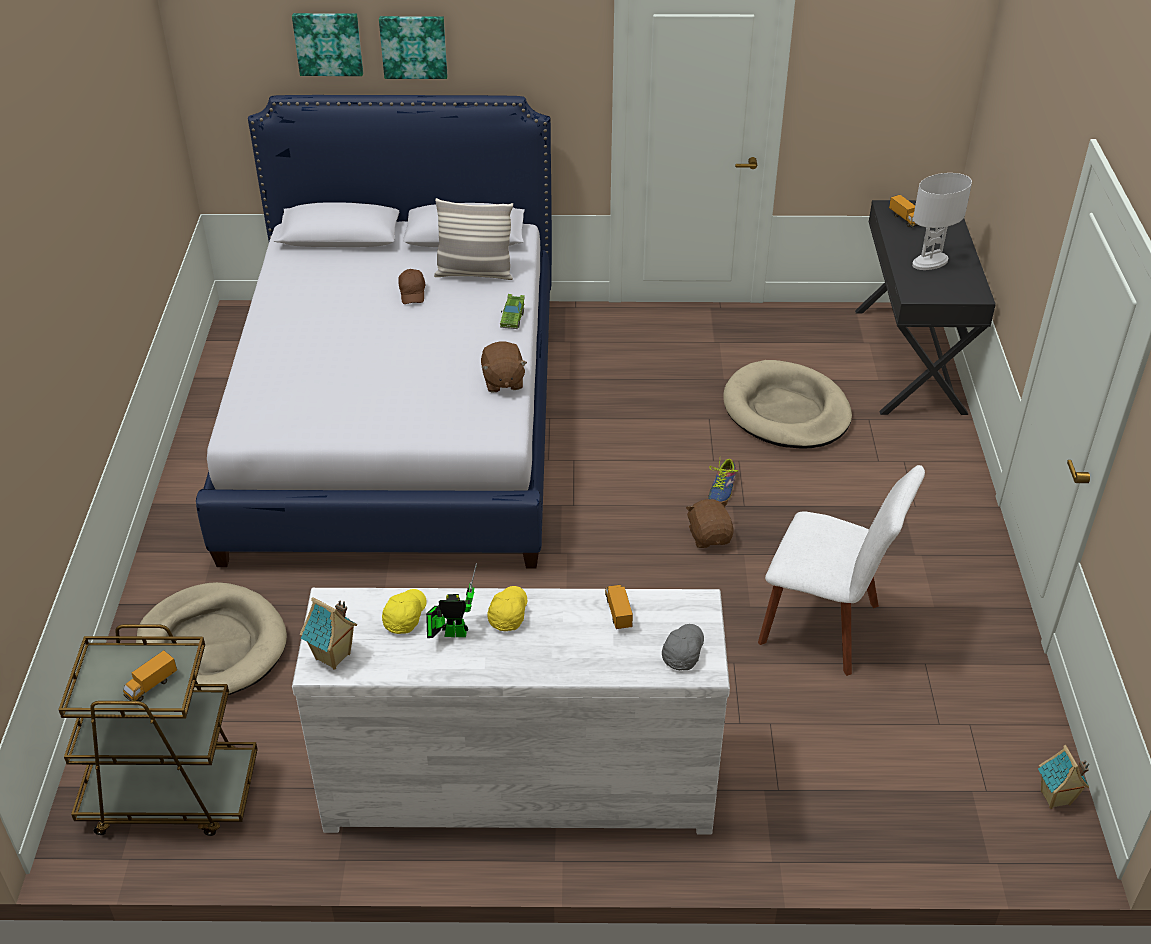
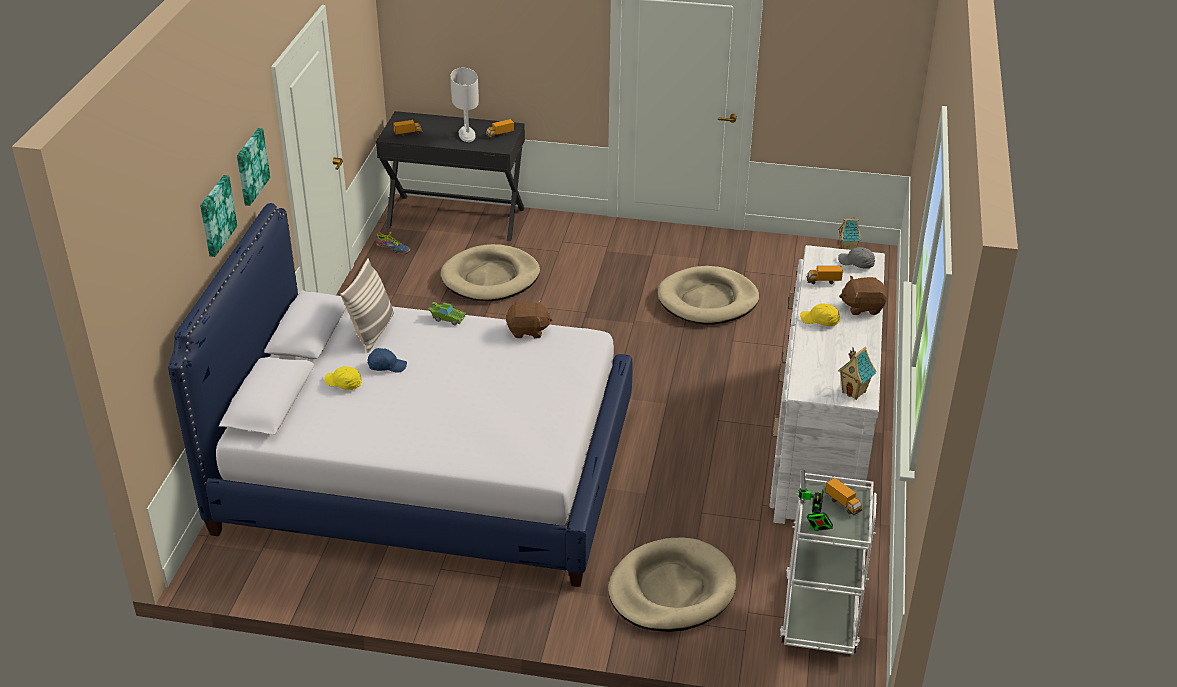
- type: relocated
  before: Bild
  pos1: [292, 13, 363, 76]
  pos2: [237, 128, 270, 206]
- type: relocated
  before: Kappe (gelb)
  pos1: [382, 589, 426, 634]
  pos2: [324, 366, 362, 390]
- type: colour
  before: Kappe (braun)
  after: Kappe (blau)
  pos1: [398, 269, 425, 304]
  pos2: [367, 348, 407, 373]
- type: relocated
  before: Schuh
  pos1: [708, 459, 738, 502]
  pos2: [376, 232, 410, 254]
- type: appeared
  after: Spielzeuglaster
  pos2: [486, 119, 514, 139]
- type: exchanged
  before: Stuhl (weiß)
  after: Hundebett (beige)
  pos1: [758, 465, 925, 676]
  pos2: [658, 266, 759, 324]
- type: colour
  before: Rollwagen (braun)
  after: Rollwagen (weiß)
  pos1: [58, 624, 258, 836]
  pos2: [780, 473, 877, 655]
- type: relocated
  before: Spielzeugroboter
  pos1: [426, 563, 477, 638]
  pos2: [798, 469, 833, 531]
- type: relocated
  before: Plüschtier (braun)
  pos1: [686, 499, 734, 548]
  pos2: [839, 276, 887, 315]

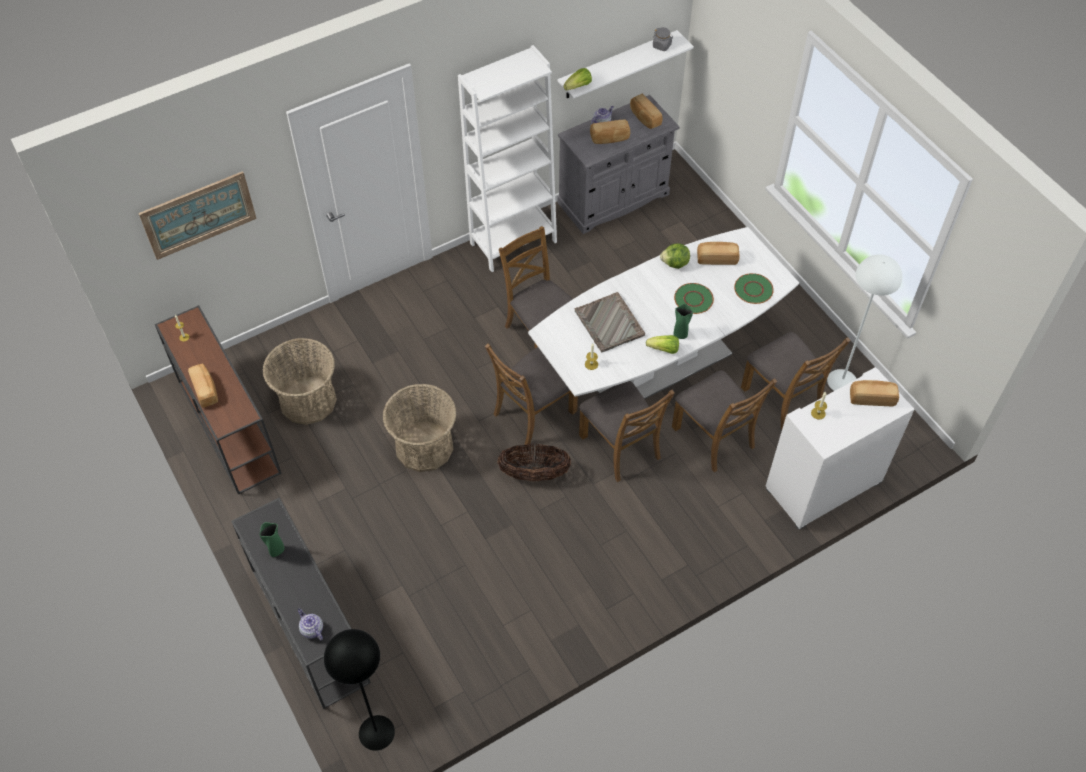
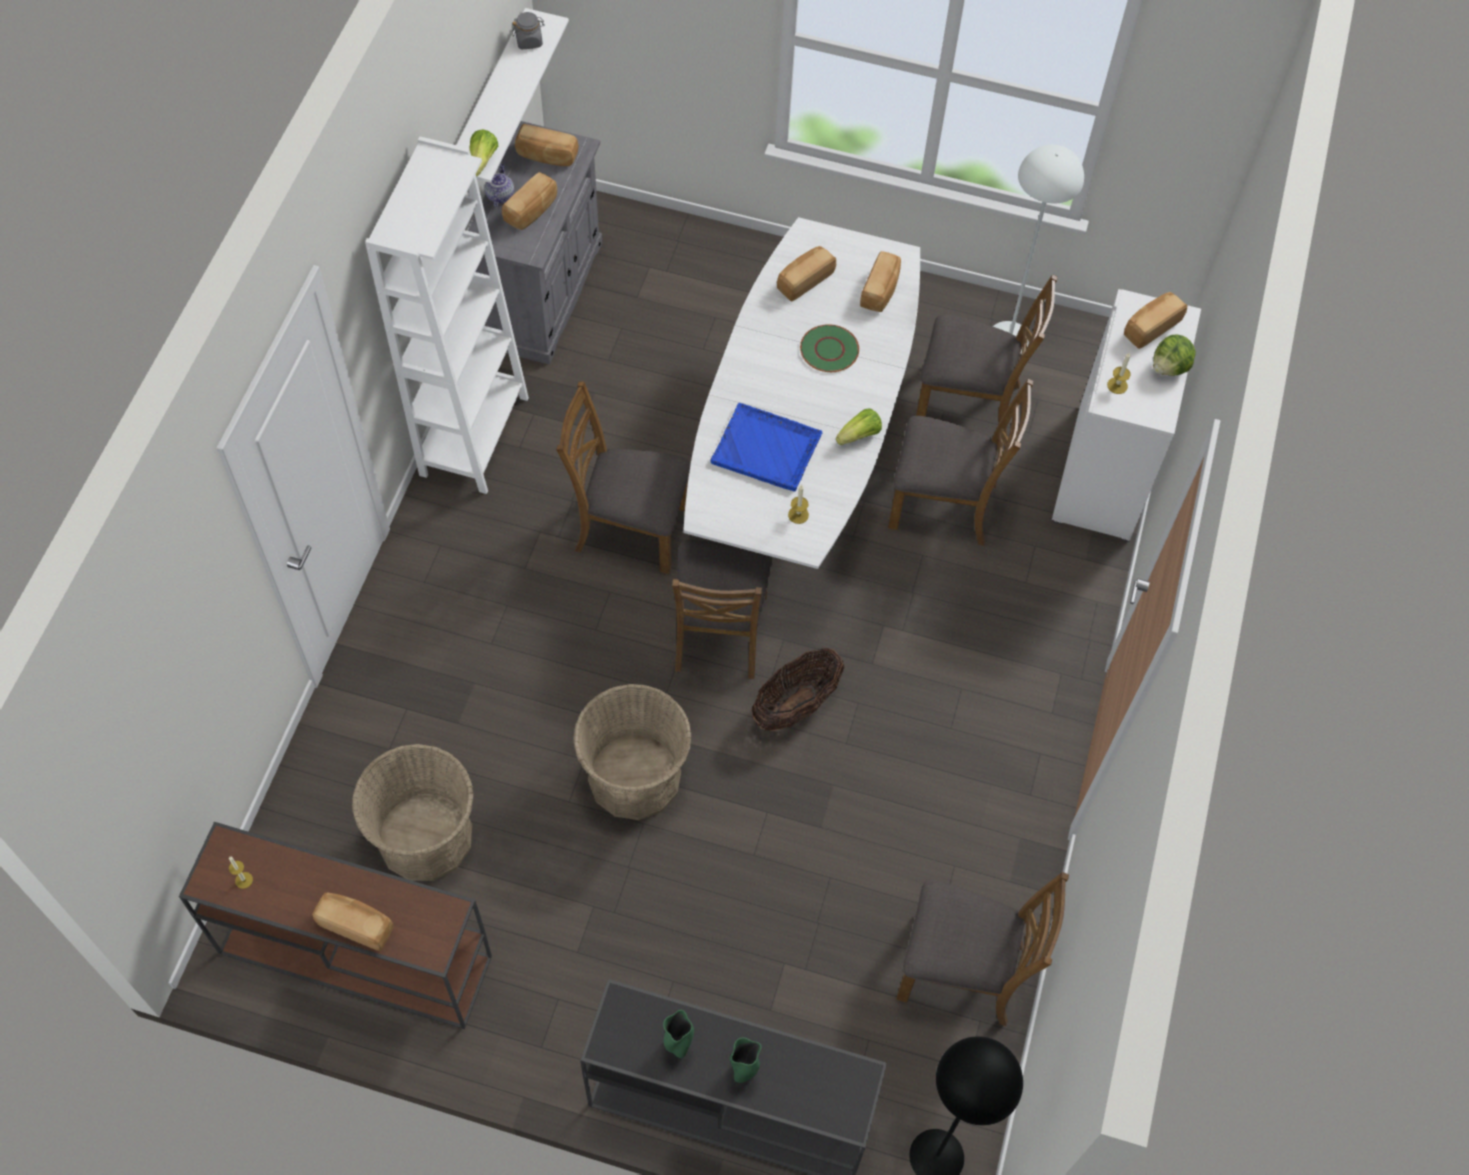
- type: colour
  before: Tablett (grau)
  after: Tablett (blau)
  pos1: [575, 292, 645, 352]
  pos2: [710, 403, 822, 492]
- type: relocated
  before: Vase (grün)
  pos1: [673, 304, 693, 339]
  pos2: [729, 1037, 762, 1083]
- type: exchanged
  before: Teller (grün)
  after: Brot
  pos1: [734, 273, 774, 304]
  pos2: [860, 251, 901, 312]
- type: relocated
  before: Stuhl (braun)
  pos1: [579, 381, 675, 482]
  pos2: [896, 872, 1069, 1026]
- type: relocated
  before: Salatkopf
  pos1: [660, 243, 690, 269]
  pos2: [1153, 335, 1196, 376]
- type: missing
  before: Bild
  pos1: [138, 171, 257, 260]
- type: missing
  before: Teekanne
  pos1: [298, 608, 323, 640]

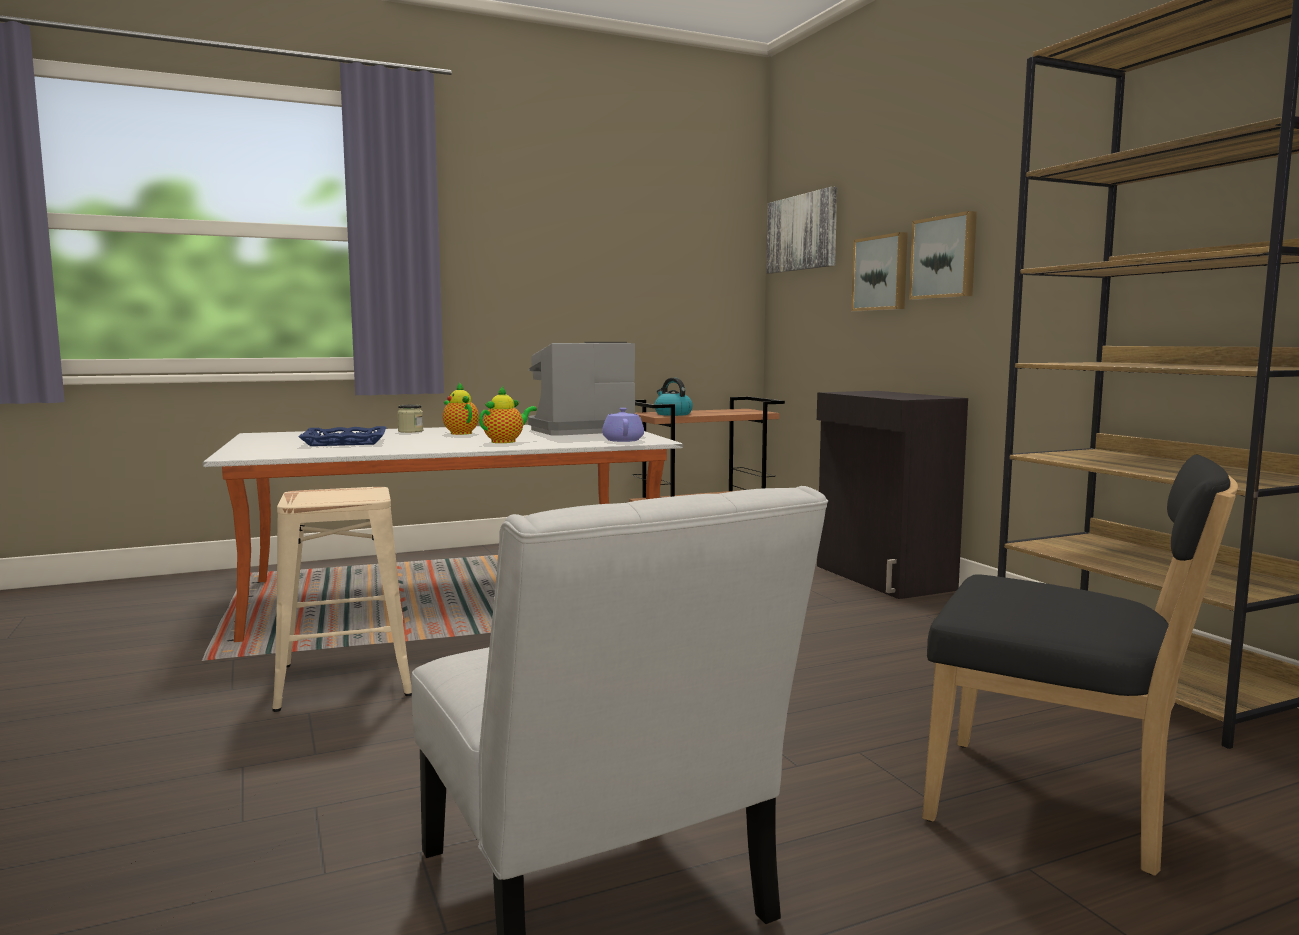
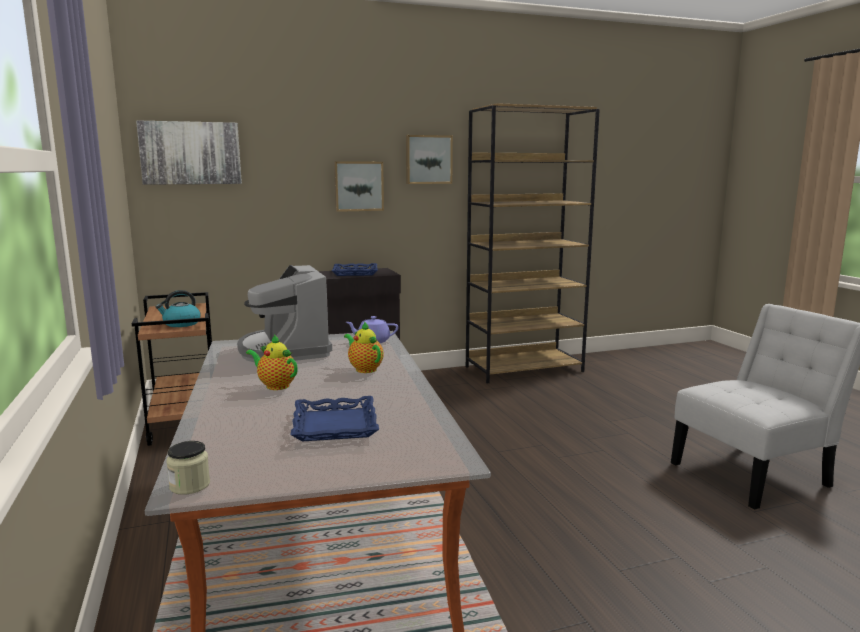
- type: relocated
  before: Vorratsglas
  pos1: [397, 405, 423, 433]
  pos2: [167, 441, 210, 495]
- type: spun
  before: Teekanne
  pos1: [442, 382, 479, 435]
  pos2: [246, 334, 298, 390]
  turn: 60
- type: appeared
  after: Tablett (blau)
  pos2: [332, 263, 378, 276]
- type: relocated
  before: Bild
  pos1: [851, 232, 908, 311]
  pos2: [406, 135, 453, 184]
- type: missing
  before: Hocker (beige)
  pos1: [272, 487, 412, 712]
- type: missing
  before: Stuhl (schwarz)
  pos1: [922, 455, 1238, 876]

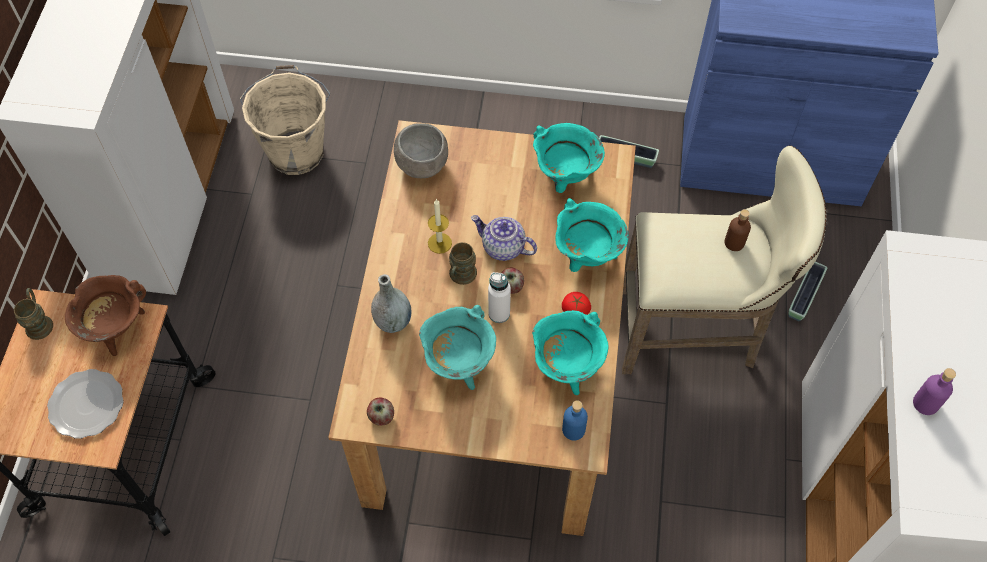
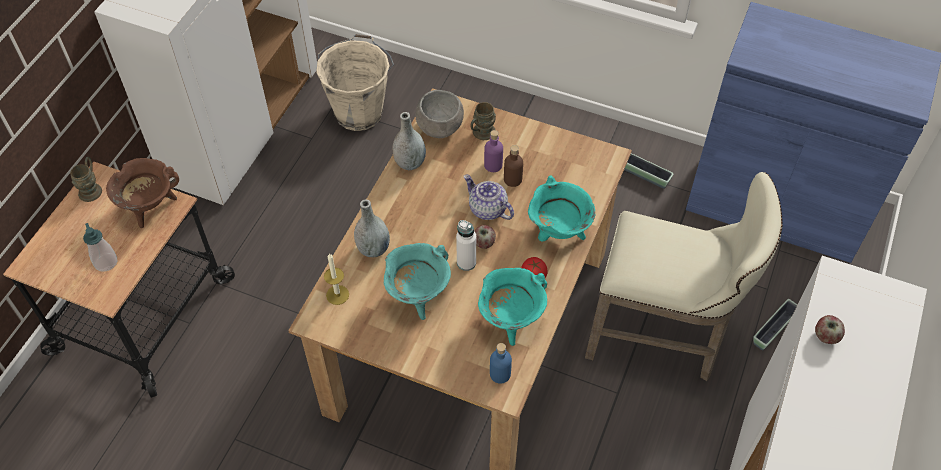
- type: exchanged
  before: Teller
  after: Seifenspender
  pos1: [47, 369, 124, 439]
  pos2: [83, 223, 118, 272]
- type: relocated
  before: Kerze
  pos1: [428, 199, 452, 254]
  pos2: [324, 253, 349, 305]
- type: appeared
  after: Vase (grau)
  pos2: [392, 112, 426, 170]
- type: relocated
  before: Henkelbecher (braun)
  pos1: [449, 242, 477, 285]
  pos2: [471, 102, 496, 140]
- type: relocated
  before: Flasche (lila)
  pos1: [913, 368, 956, 415]
  pos2: [484, 130, 503, 172]
- type: relocated
  before: Flasche (braun)
  pos1: [724, 209, 751, 251]
  pos2: [504, 145, 523, 187]
- type: relocated
  before: Apfel
  pos1: [367, 398, 394, 426]
  pos2: [815, 315, 845, 344]
- type: missing
  before: Kochtopf (türkis)
  pos1: [533, 123, 605, 193]

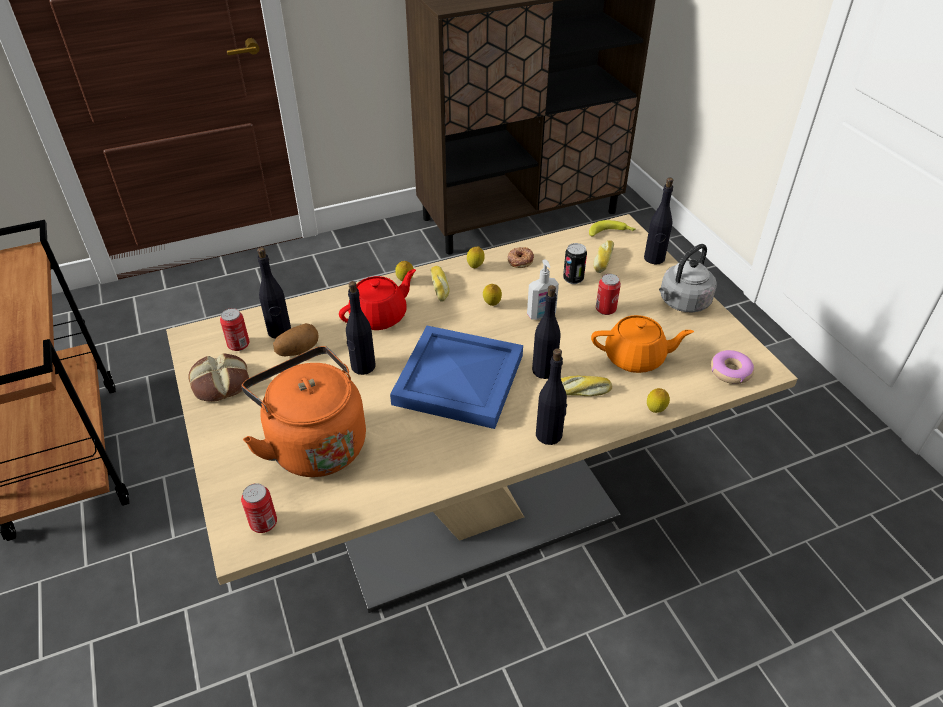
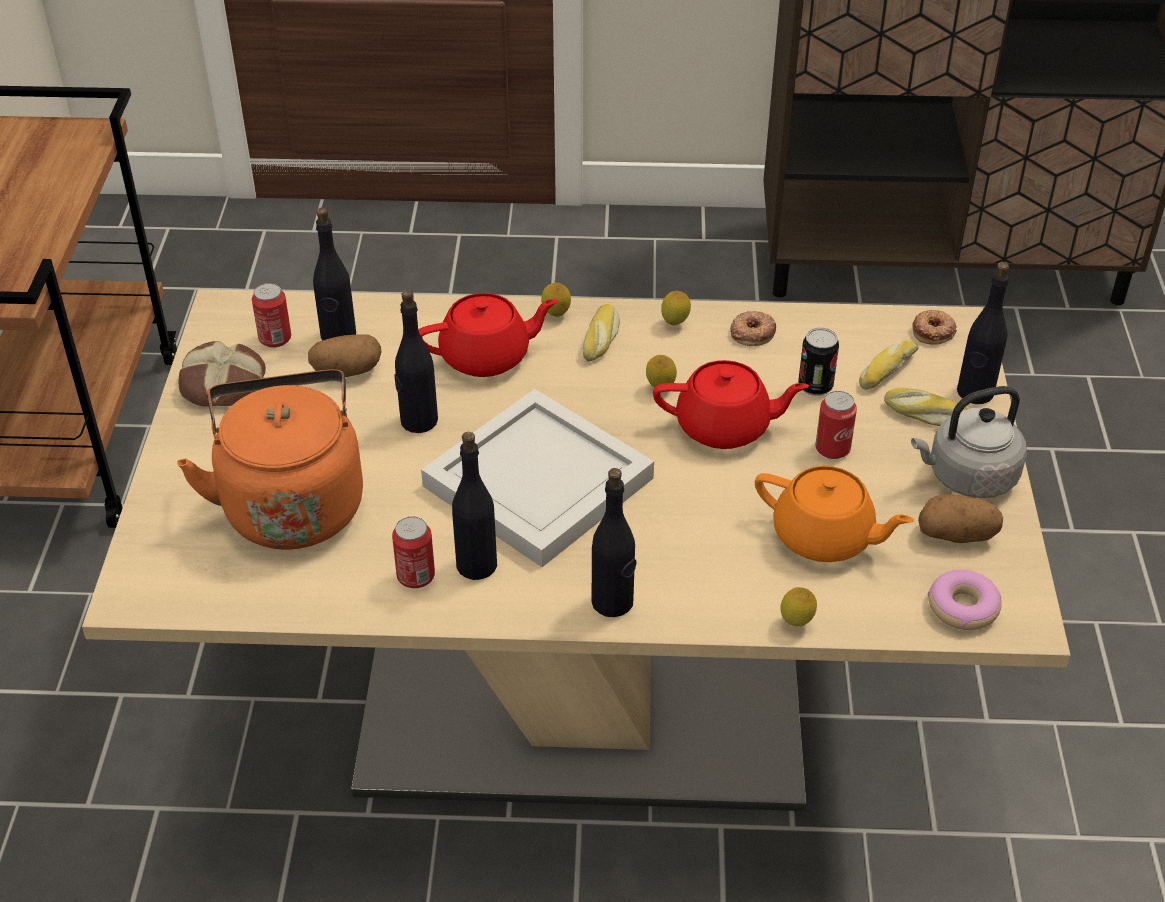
- type: relocated
  before: Dose
  pos1: [241, 483, 277, 533]
  pos2: [392, 517, 435, 588]
- type: colour
  before: Tablett (blau)
  after: Tablett (weiß)
  pos1: [390, 326, 523, 429]
  pos2: [421, 389, 654, 567]
- type: relocated
  before: Flasche (schwarz)
  pos1: [532, 285, 561, 379]
  pos2: [452, 432, 497, 580]
- type: exchanged
  before: Seifenspender
  after: Teekanne (rot)
  pos1: [527, 260, 559, 320]
  pos2: [653, 360, 809, 449]
- type: relocated
  before: Brot
  pos1: [561, 375, 612, 396]
  pos2: [884, 388, 967, 426]
- type: exchanged
  before: Banane
  after: Donut
  pos1: [589, 220, 635, 237]
  pos2: [912, 310, 957, 345]
- type: appeared
  after: Kartoffel
  pos2: [918, 495, 1003, 543]

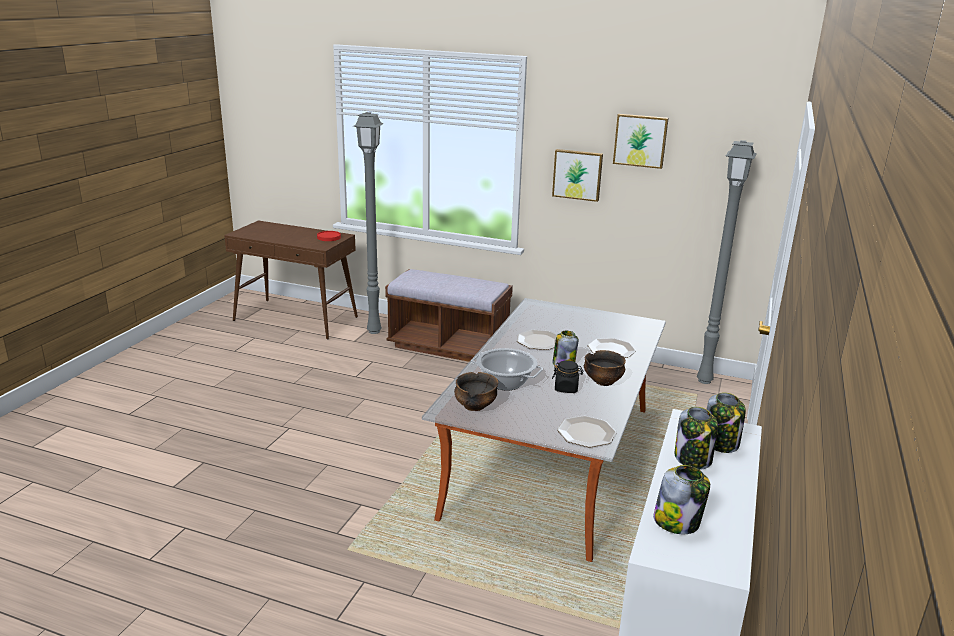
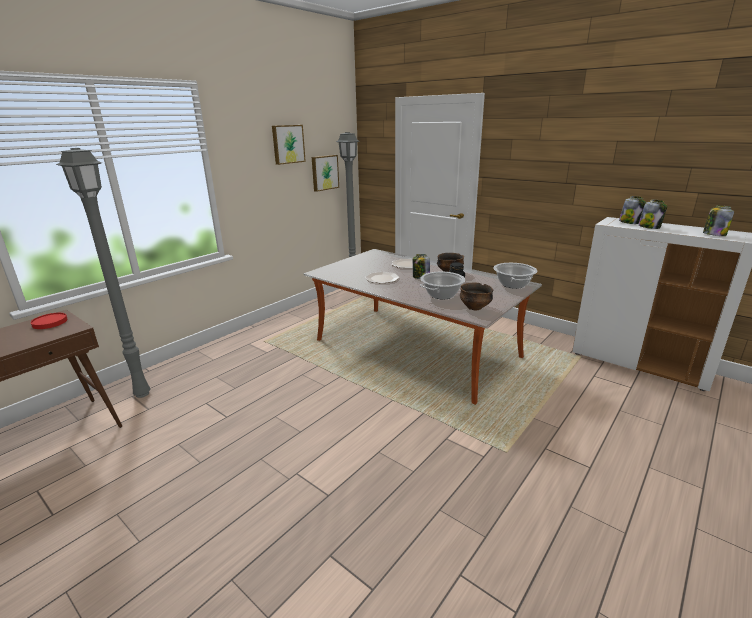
- type: relocated
  before: Bild
  pos1: [552, 149, 603, 202]
  pos2: [312, 155, 339, 192]
- type: exchanged
  before: Teller
  after: Kochtopf
  pos1: [557, 416, 616, 448]
  pos2: [493, 263, 537, 289]
- type: missing
  before: Bank (braun)
  pos1: [385, 269, 513, 362]

